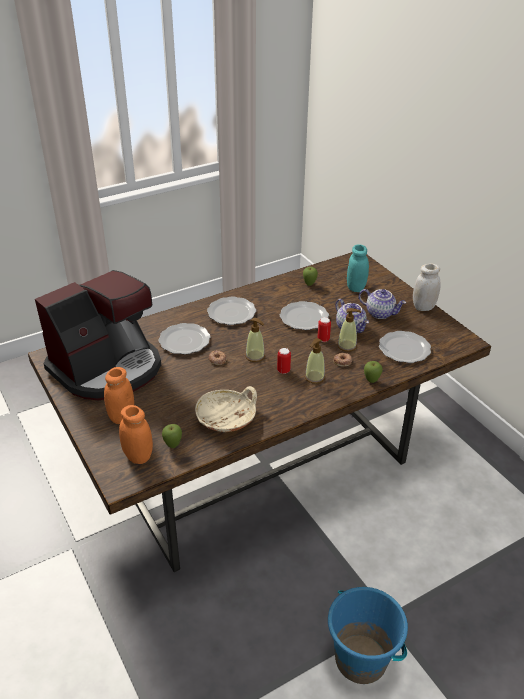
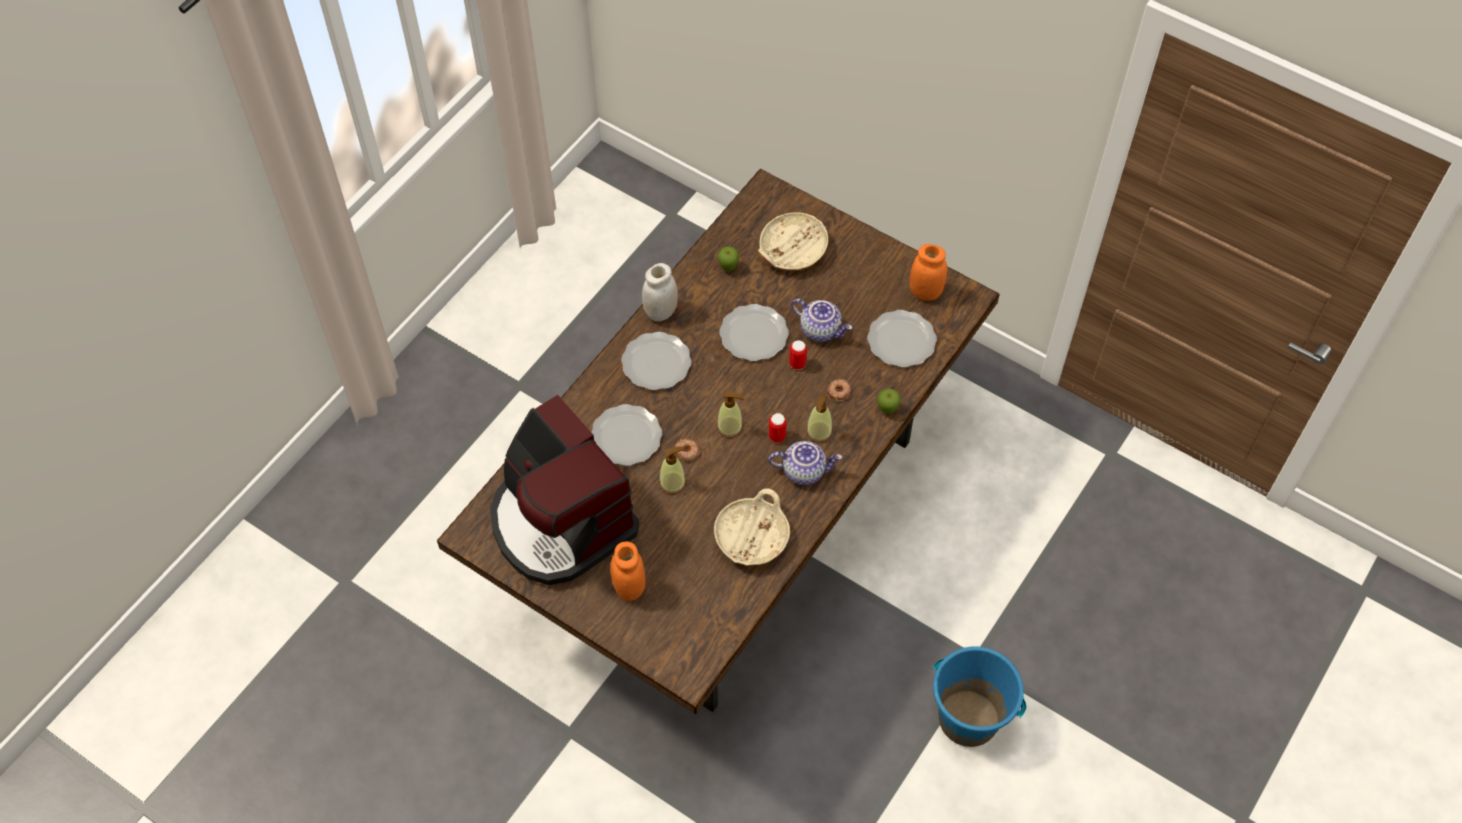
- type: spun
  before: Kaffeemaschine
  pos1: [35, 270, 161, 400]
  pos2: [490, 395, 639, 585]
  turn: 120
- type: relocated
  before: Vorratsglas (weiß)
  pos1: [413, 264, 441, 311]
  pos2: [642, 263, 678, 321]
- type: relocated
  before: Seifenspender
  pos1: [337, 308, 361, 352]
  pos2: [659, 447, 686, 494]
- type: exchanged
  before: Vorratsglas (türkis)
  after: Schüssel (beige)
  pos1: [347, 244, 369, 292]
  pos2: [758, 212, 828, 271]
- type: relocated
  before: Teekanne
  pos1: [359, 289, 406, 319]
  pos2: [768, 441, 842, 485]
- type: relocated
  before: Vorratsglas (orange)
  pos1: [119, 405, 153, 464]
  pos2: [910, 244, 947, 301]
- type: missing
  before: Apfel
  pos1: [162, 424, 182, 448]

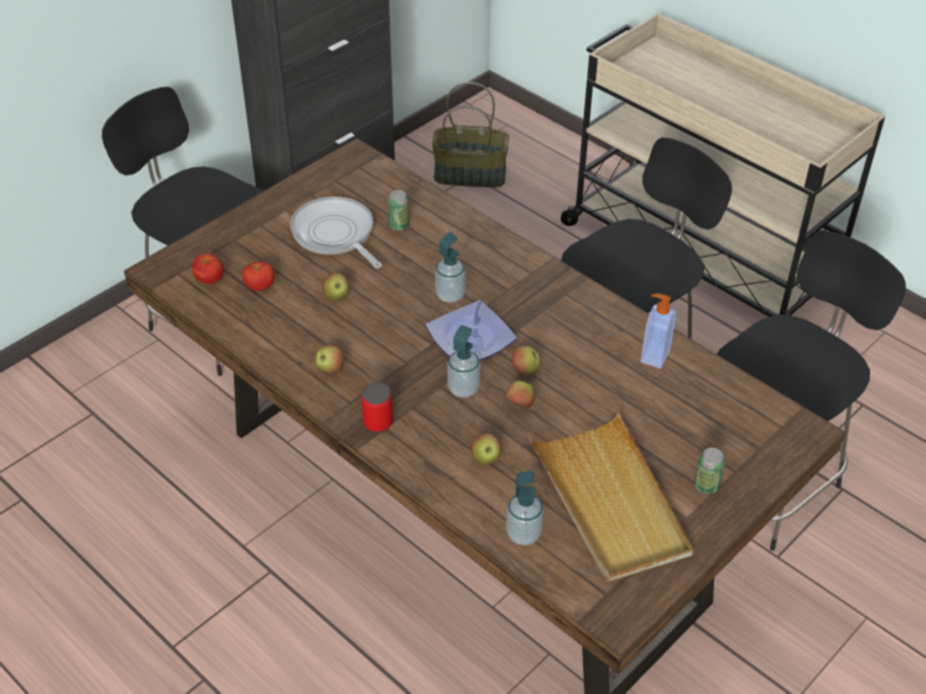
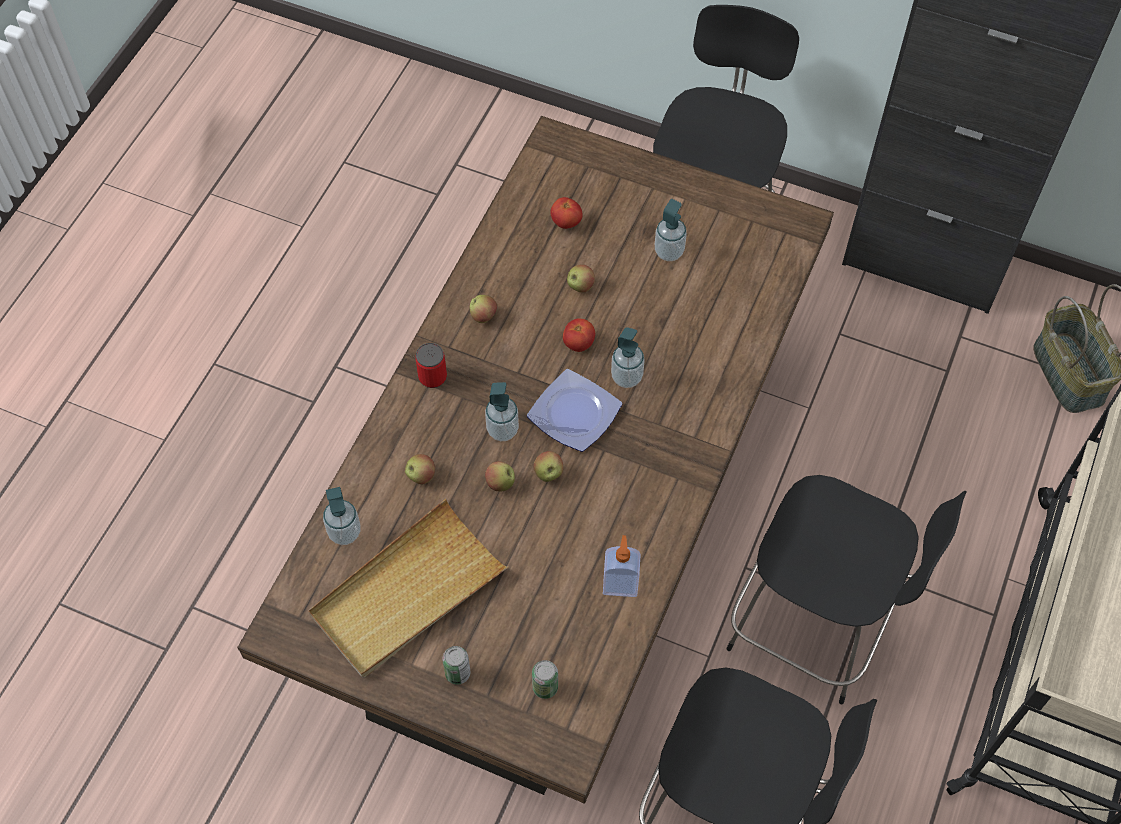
- type: relocated
  before: Dose
  pos1: [388, 190, 409, 231]
  pos2: [532, 660, 558, 699]
- type: relocated
  before: Tomate
  pos1: [192, 253, 224, 284]
  pos2: [563, 318, 595, 352]
- type: exchanged
  before: Pfanne
  after: Seifenspender
  pos1: [290, 197, 382, 268]
  pos2: [655, 199, 687, 261]

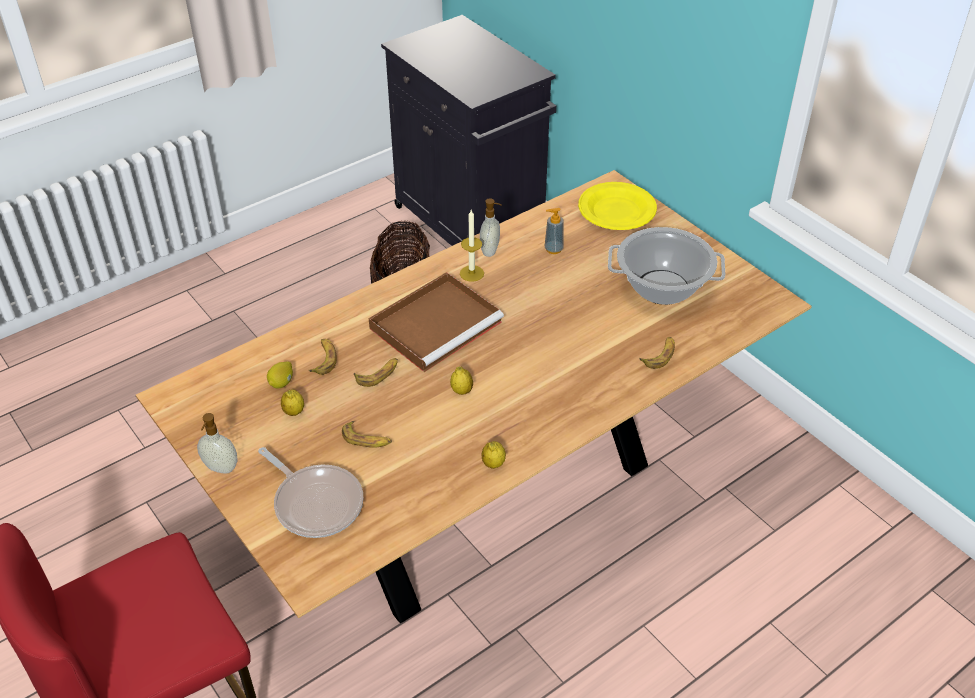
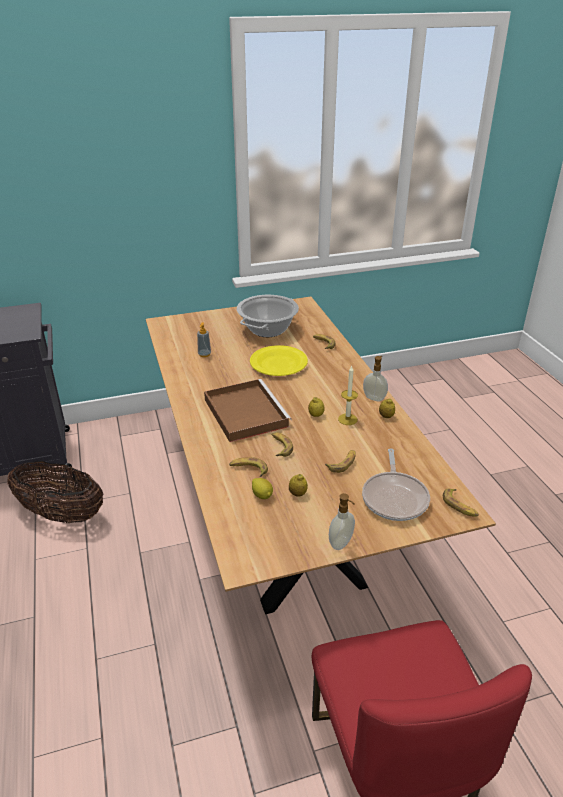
- type: relocated
  before: Teller (gelb)
  pos1: [578, 182, 657, 230]
  pos2: [250, 345, 308, 376]
- type: relocated
  before: Kerze
  pos1: [460, 210, 484, 282]
  pos2: [338, 366, 358, 425]
- type: spun
  before: Pfanne
  pos1: [258, 447, 363, 538]
  pos2: [362, 448, 430, 521]
  turn: 120
- type: relocated
  before: Seifenspender
  pos1: [480, 199, 502, 257]
  pos2: [363, 356, 388, 401]
- type: appeared
  after: Banane
  pos2: [443, 489, 479, 516]

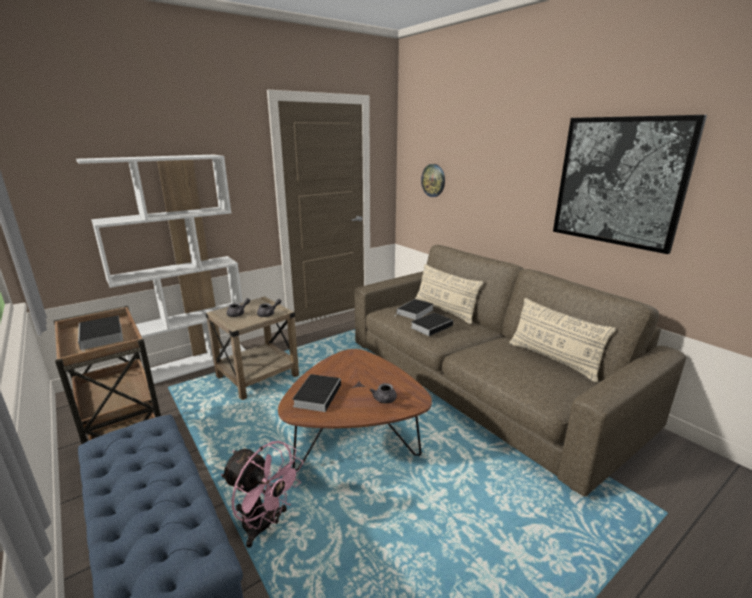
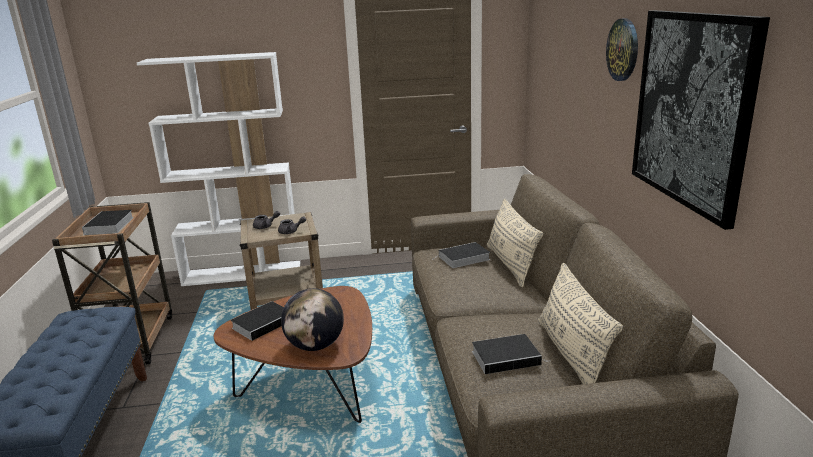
- type: exchanged
  before: Teekanne (grau)
  after: Globus
  pos1: [370, 383, 397, 403]
  pos2: [281, 288, 344, 351]
- type: relocated
  before: Buch
  pos1: [411, 313, 453, 336]
  pos2: [472, 334, 551, 374]
- type: relocated
  before: Wanduhr
  pos1: [421, 164, 445, 197]
  pos2: [606, 18, 638, 81]
- type: missing
  before: Ventilator (rosa)
  pos1: [221, 441, 304, 548]

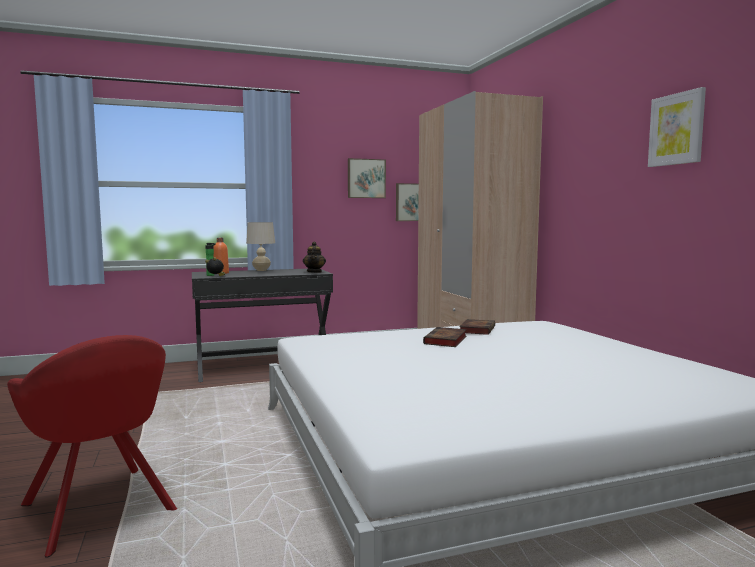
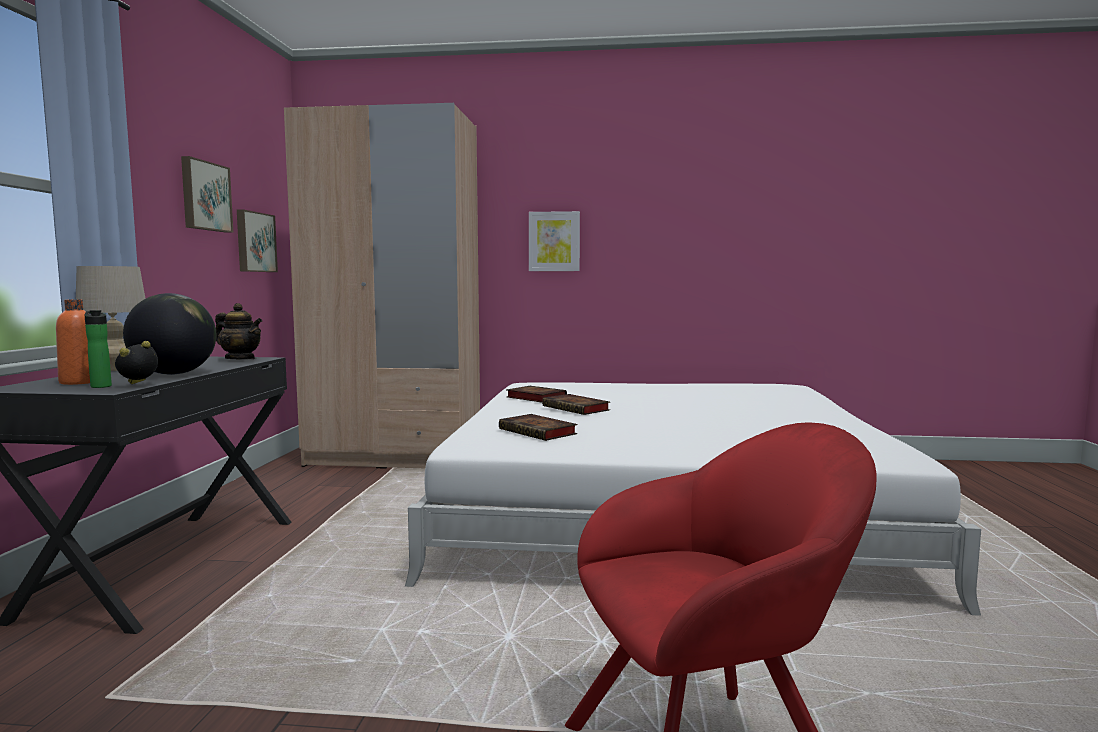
- type: appeared
  after: Globus
  pos2: [123, 293, 216, 375]
- type: appeared
  after: Buch
  pos2: [499, 414, 577, 441]
- type: relocated
  before: Bild
  pos1: [648, 87, 706, 167]
  pos2: [529, 211, 580, 271]

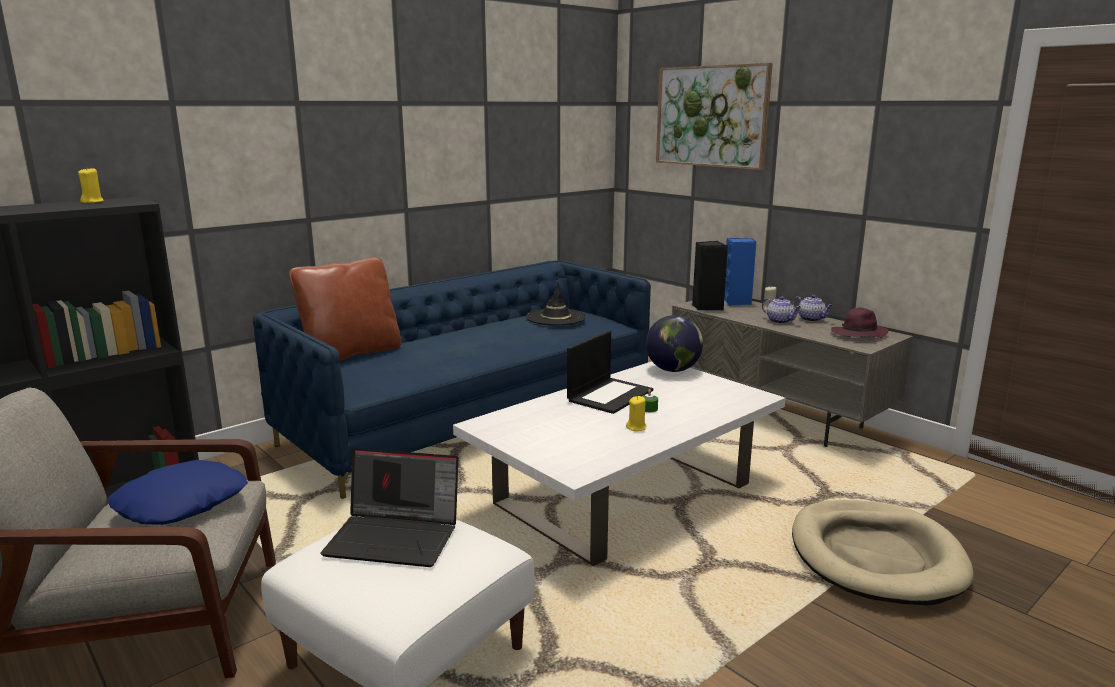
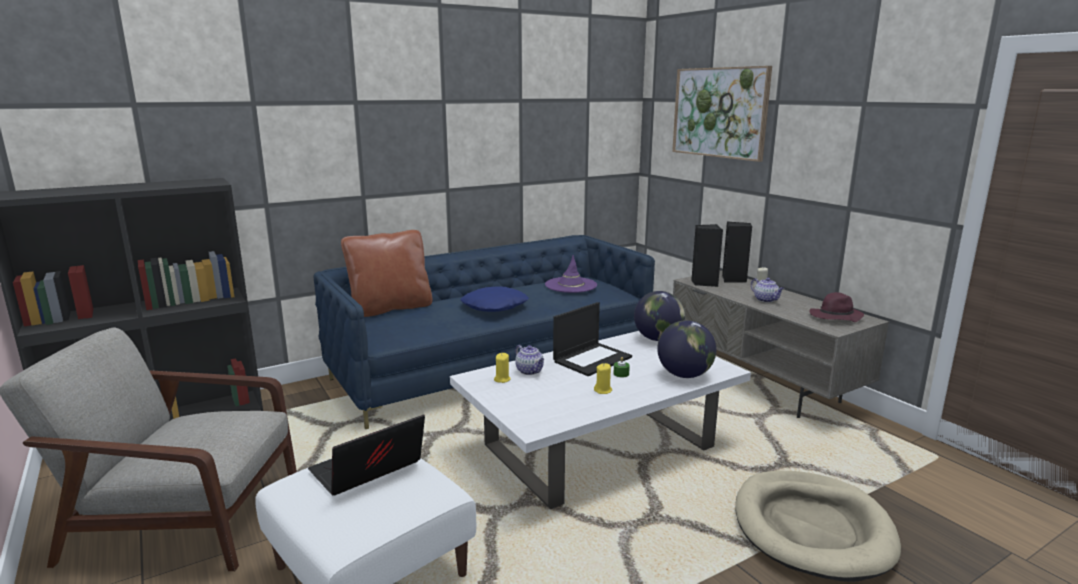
- type: spun
  before: Laptop
  pos1: [321, 448, 458, 567]
  pos2: [308, 415, 425, 496]
  turn: 120
- type: relocated
  before: Kissen (blau)
  pos1: [107, 460, 248, 525]
  pos2: [461, 286, 529, 312]
- type: relocated
  before: Kerze (gelb)
  pos1: [78, 167, 104, 203]
  pos2: [494, 353, 511, 383]
- type: relocated
  before: Teekanne
  pos1: [792, 294, 834, 322]
  pos2: [515, 345, 544, 375]
- type: colour
  before: Hut (schwarz)
  after: Hut (lila)
  pos1: [526, 282, 586, 326]
  pos2: [545, 255, 597, 293]
- type: appeared
  after: Globus
  pos2: [657, 320, 716, 378]
- type: colour
  before: Lautsprecher (blau)
  after: Lautsprecher (schwarz)
  pos1: [724, 238, 756, 306]
  pos2: [722, 221, 752, 283]

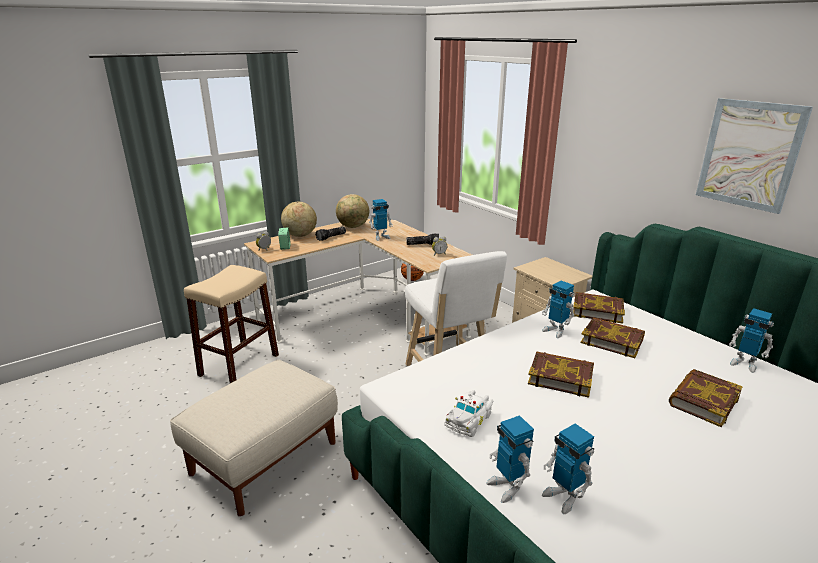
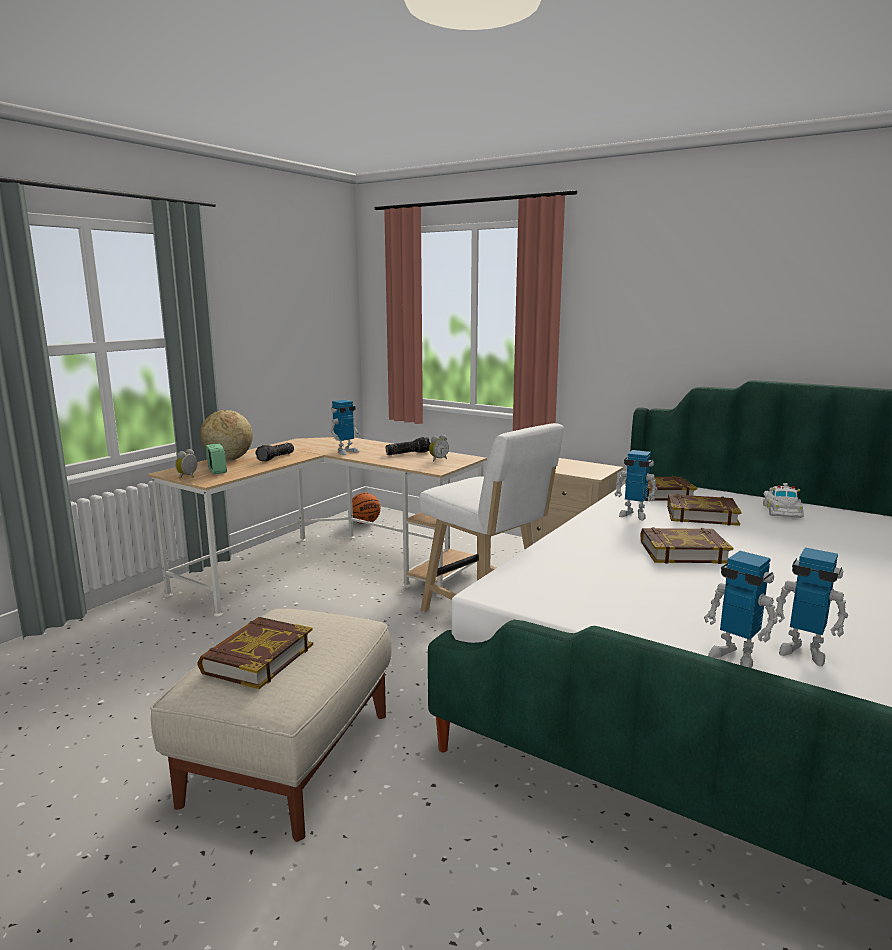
- type: relocated
  before: Buch
  pos1: [669, 369, 743, 427]
  pos2: [197, 617, 313, 689]
- type: relocated
  before: Spielzeugauto (weiß)
  pos1: [444, 390, 494, 437]
  pos2: [763, 483, 804, 518]
- type: missing
  before: Hocker (beige)
  pos1: [184, 265, 279, 383]
- type: missing
  before: Globus
  pos1: [336, 194, 369, 228]
- type: missing
  before: Bild
  pos1: [696, 98, 813, 214]
- type: missing
  before: Spielzeugroboter
  pos1: [729, 308, 774, 373]

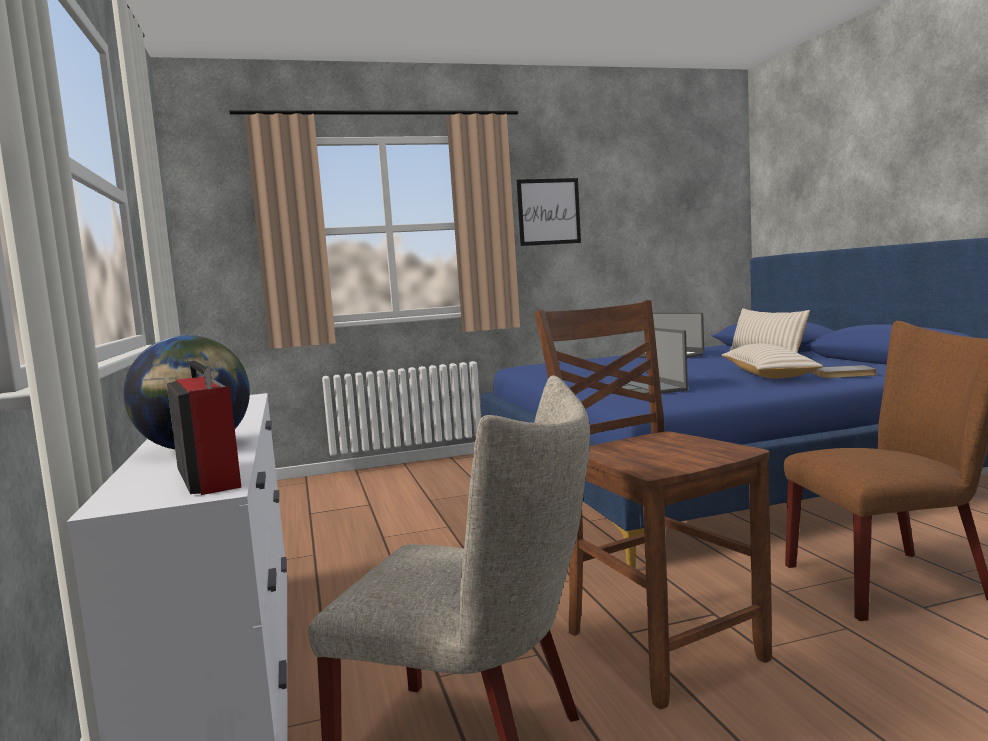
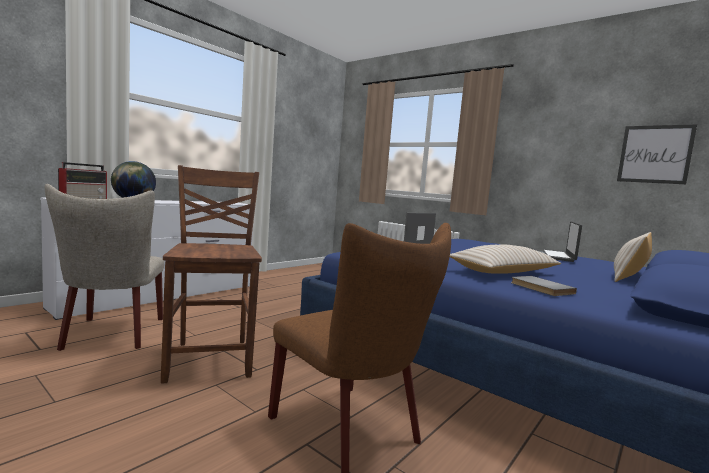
- type: spun
  before: Stuhl (braun)
  pos1: [534, 300, 772, 710]
  pos2: [161, 165, 262, 383]
  turn: -45
- type: relocated
  before: Bild
  pos1: [517, 178, 581, 246]
  pos2: [617, 124, 697, 185]

